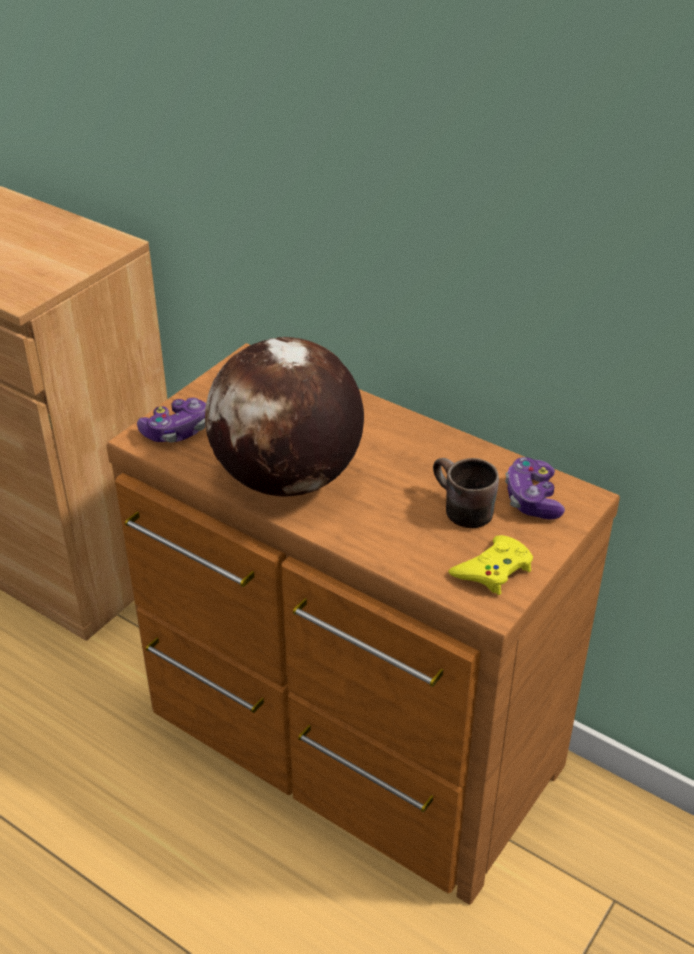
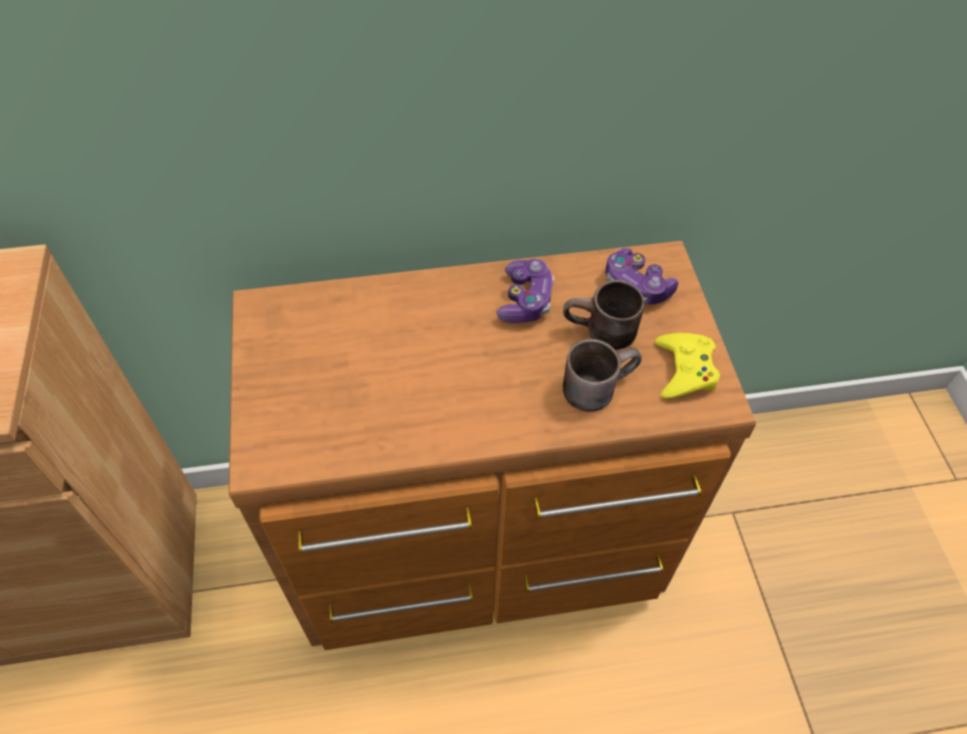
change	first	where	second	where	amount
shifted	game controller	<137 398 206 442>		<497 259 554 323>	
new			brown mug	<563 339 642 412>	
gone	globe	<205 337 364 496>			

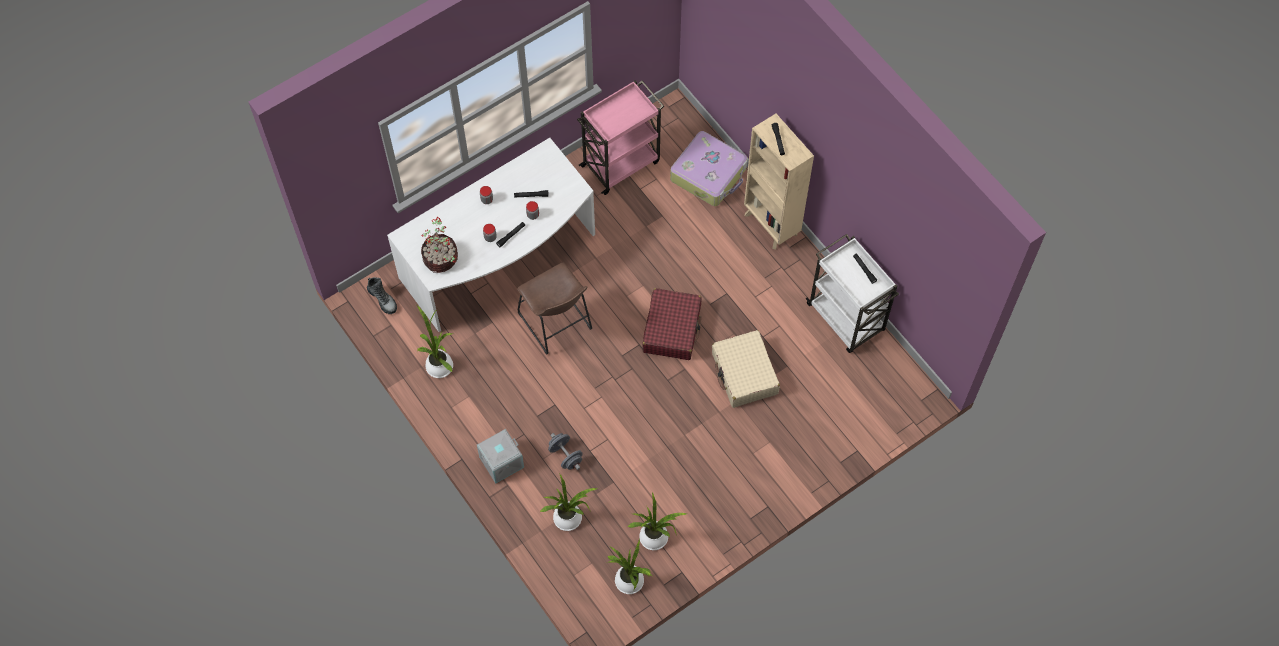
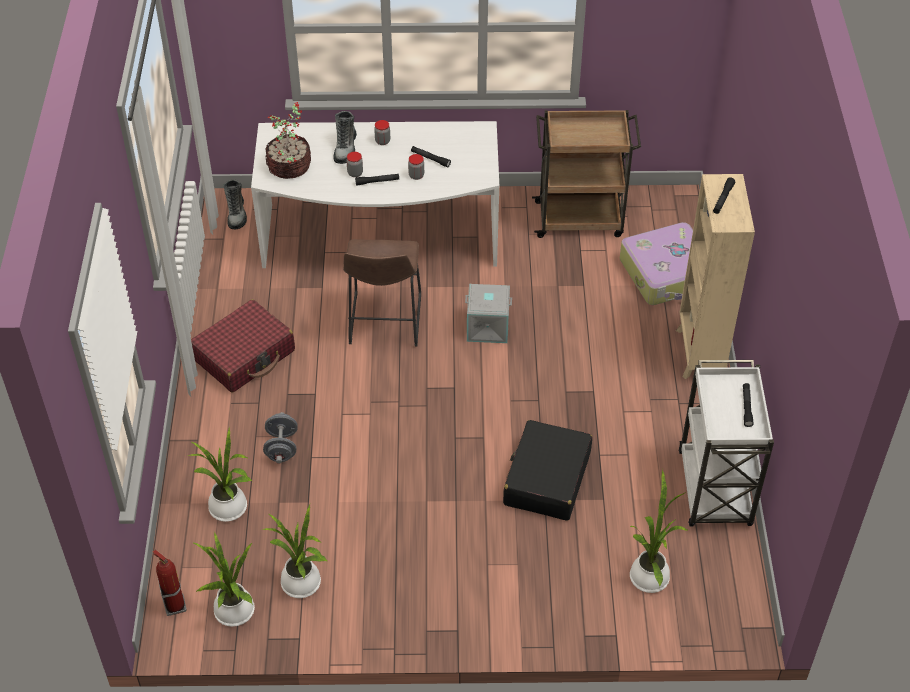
change	first	where	second	where	amount
new			fire extinguisher	<153 549 187 616>	
shifted	red suitcase	<642 288 702 360>		<191 299 295 392>	
new			boot	<334 111 357 164>	
shifted	grey storage box	<477 429 524 484>		<465 284 512 343>	
repainted	beige suitcase	<712 330 780 408>	black suitcase	<503 420 592 521>	
repainted	pink cart	<577 80 664 195>	brown cart	<532 110 641 238>	
shifted	potted plant	<417 305 453 378>		<630 469 689 593>	

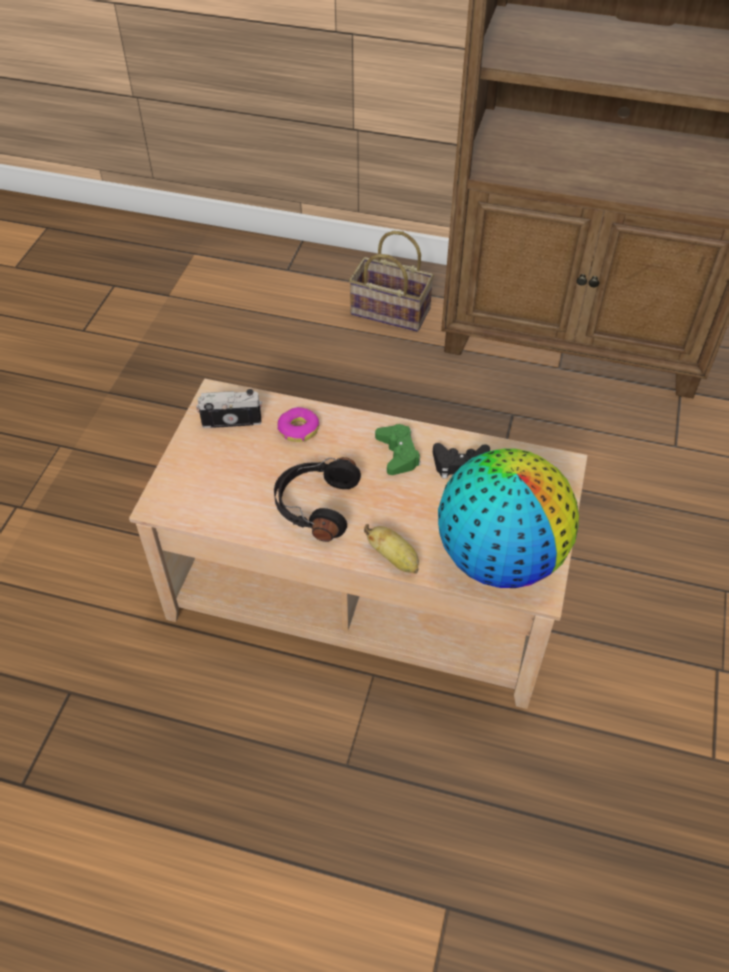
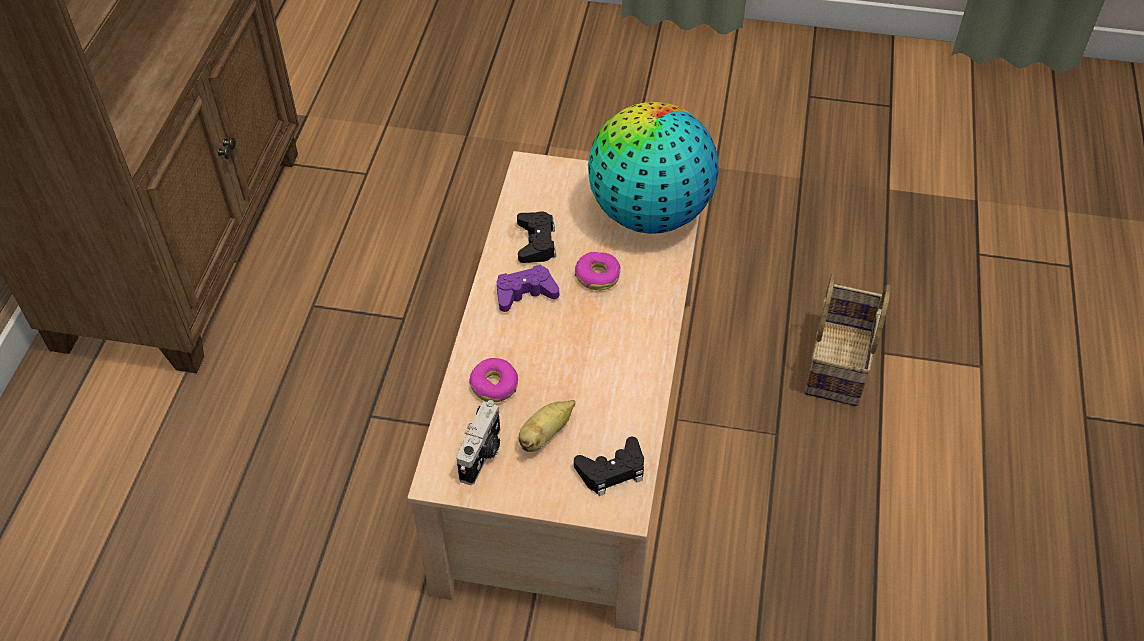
change	first	where	second	where	amount
rotated	photo camera	<196 389 262 428>		<456 400 500 485>	150 degrees counterclockwise
repainted	green game controller	<375 424 421 475>	purple game controller	<497 264 559 312>	
shifted	banana	<364 524 419 574>		<519 400 575 452>	
new			black game controller	<574 437 644 496>	
new			donut	<575 252 621 290>	
shifted	basket	<349 231 434 332>		<805 273 891 406>	
gone	black headphones	<274 457 361 542>			

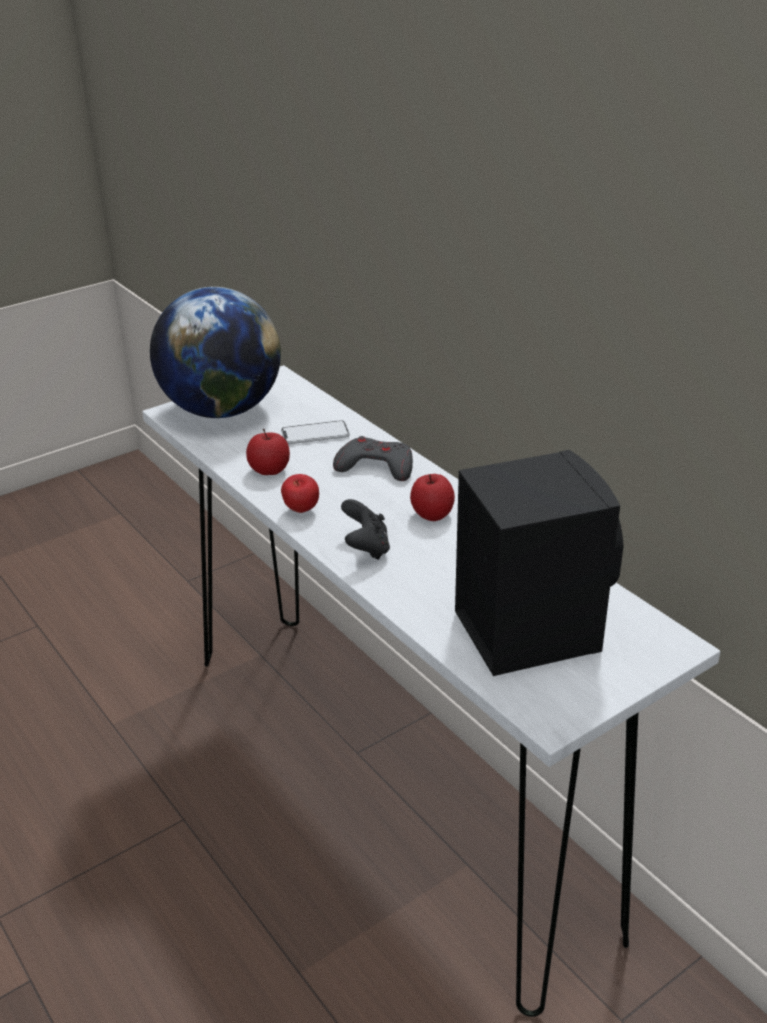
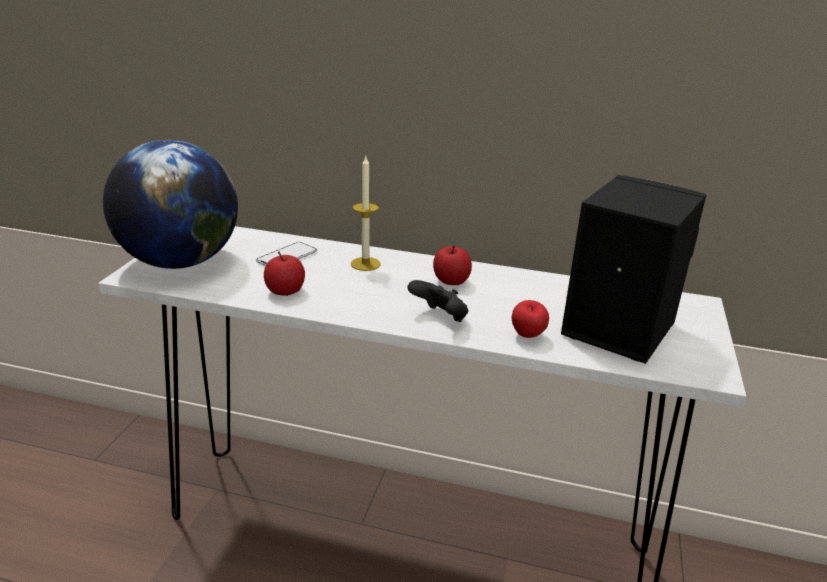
change	first	where	second	where	amount
swapped	grey game controller	<333 436 413 481>	candle	<351 156 381 271>	
shifted	apple	<281 474 319 513>		<512 300 549 338>	

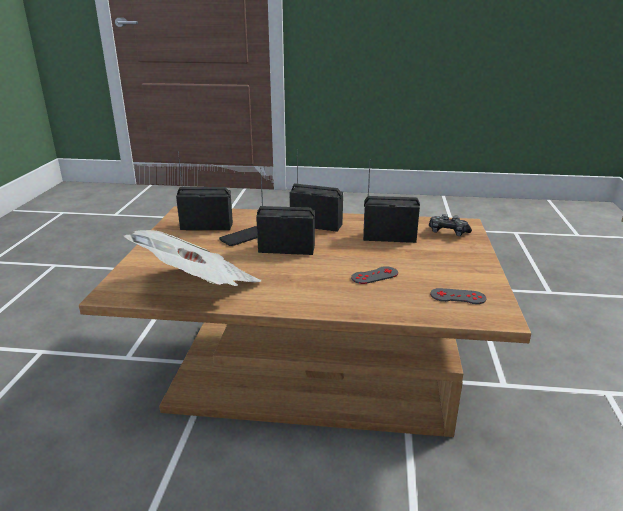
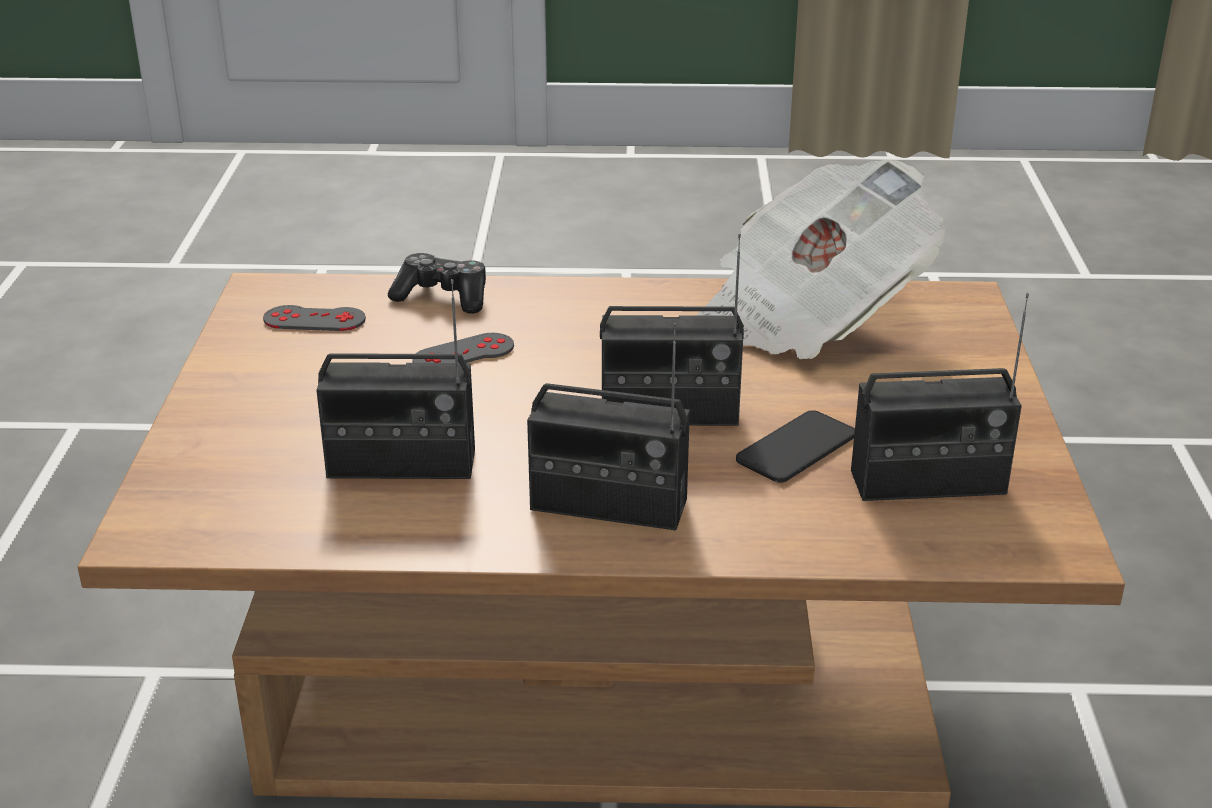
change	first	where	second	where	amount
shifted	game controller	<429 214 472 236>		<388 253 486 314>	

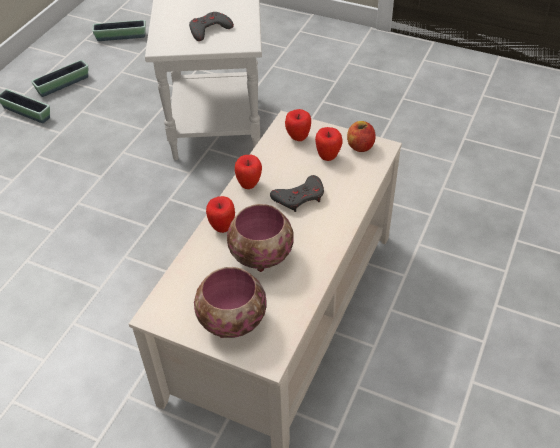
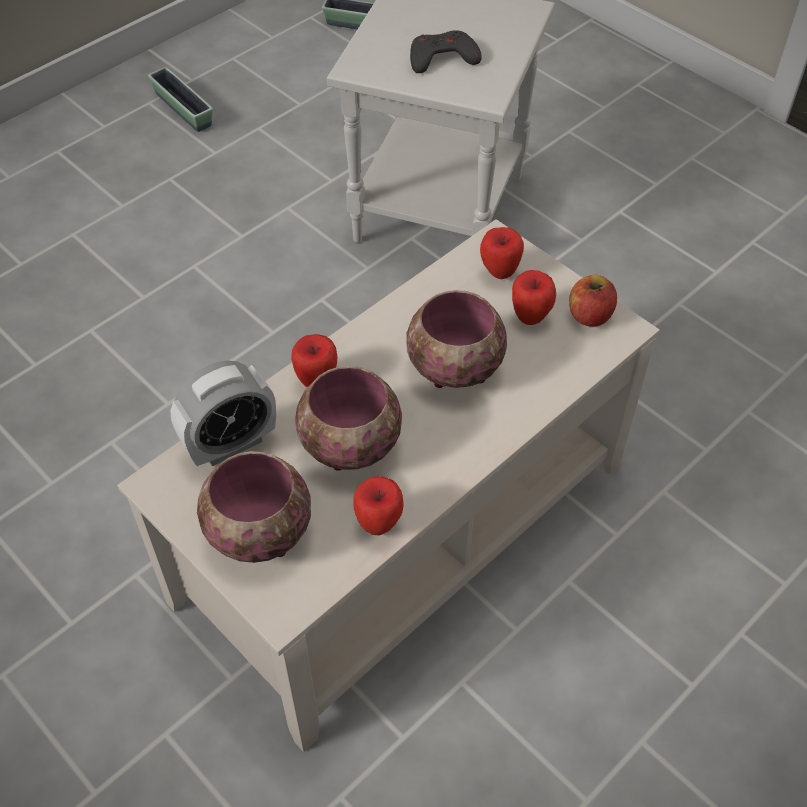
change	first	where	second	where	amount
new			alarm clock	<170 361 276 466>	
shifted	apple	<235 155 262 189>		<353 476 403 535>	
swapped	grey game controller	<270 175 324 212>	bowl	<406 290 507 388>	
gone	planter	<31 60 88 97>			

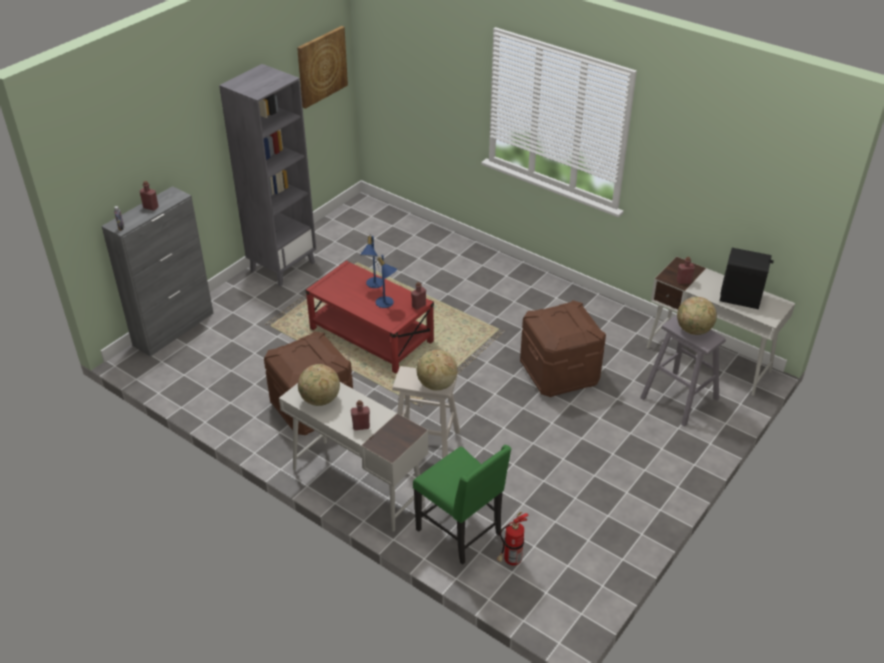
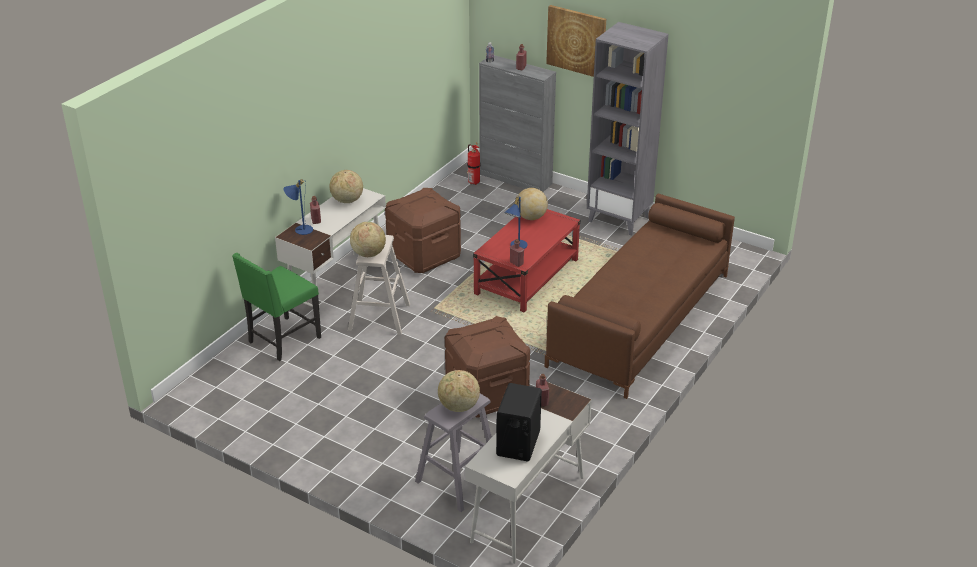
change	first	where	second	where	amount
shifted	blue table lamp	<360 234 383 288>		<284 179 313 235>	
shifted	fire extinguisher	<497 512 528 565>		<467 142 481 185>	
new			globe	<518 188 548 220>	
new			brown sofa	<545 194 735 399>	
shifted	picture	<297 26 348 109>		<546 5 606 77>	

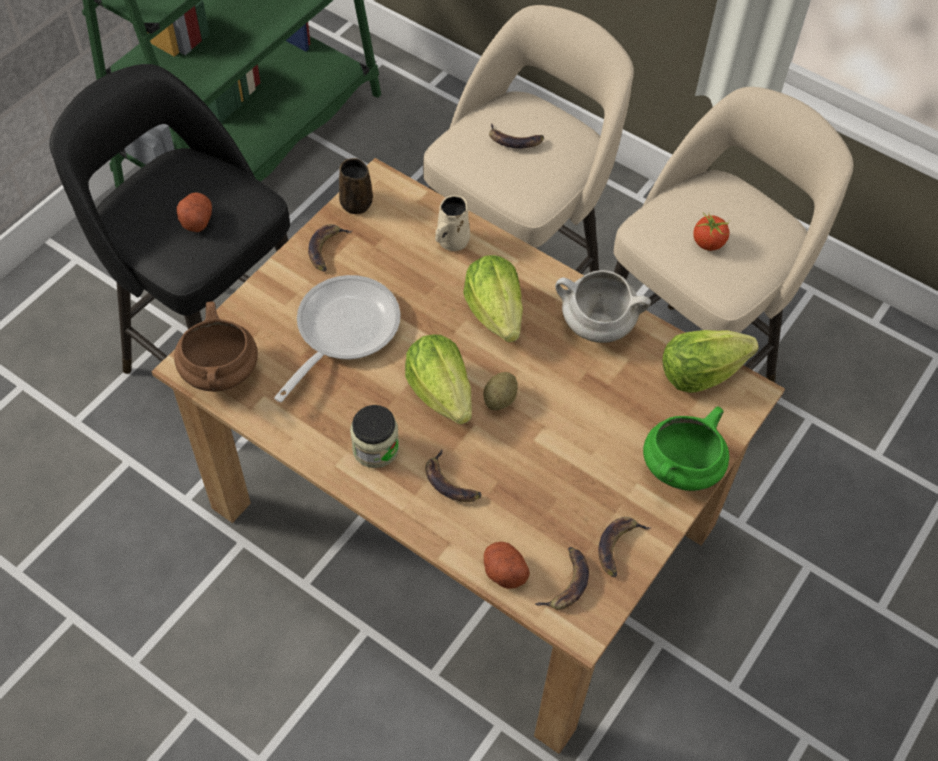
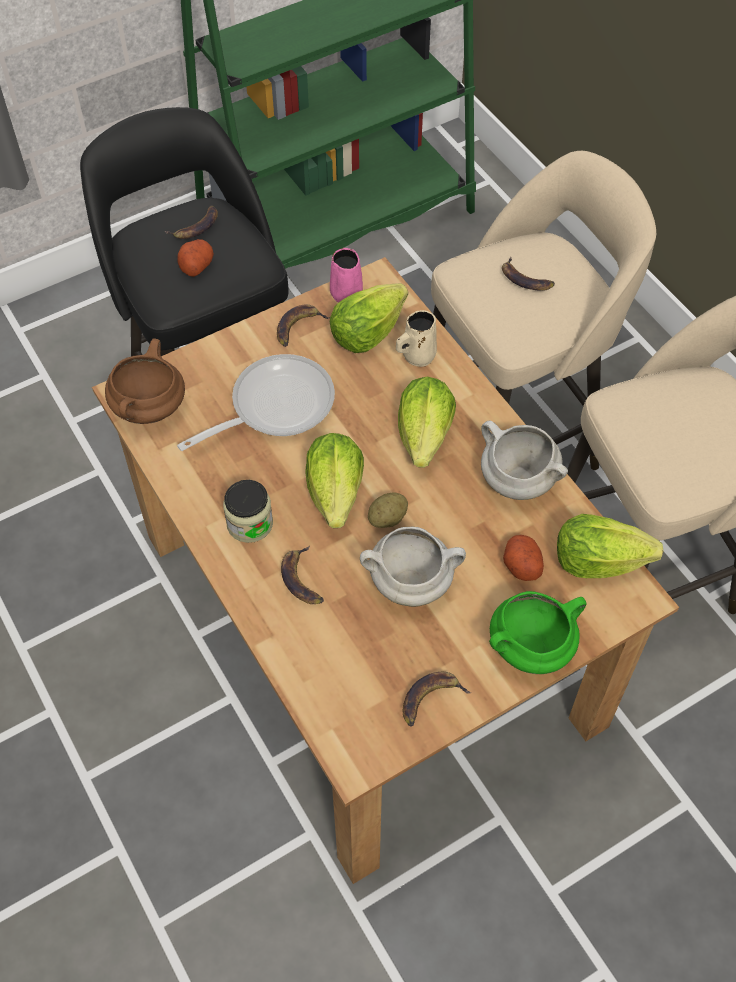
change	first	where	second	where	amount
shifted	banana	<535 547 589 609>		<165 205 218 239>	
repainted	brown mug	<339 158 373 214>	pink mug	<330 248 363 303>	
new			lettuce	<330 284 408 353>	
new			white cooking pot	<360 527 466 607>	
shifted	potato	<484 542 530 589>		<503 535 544 581>	
gone	tomato	<693 212 730 251>			

